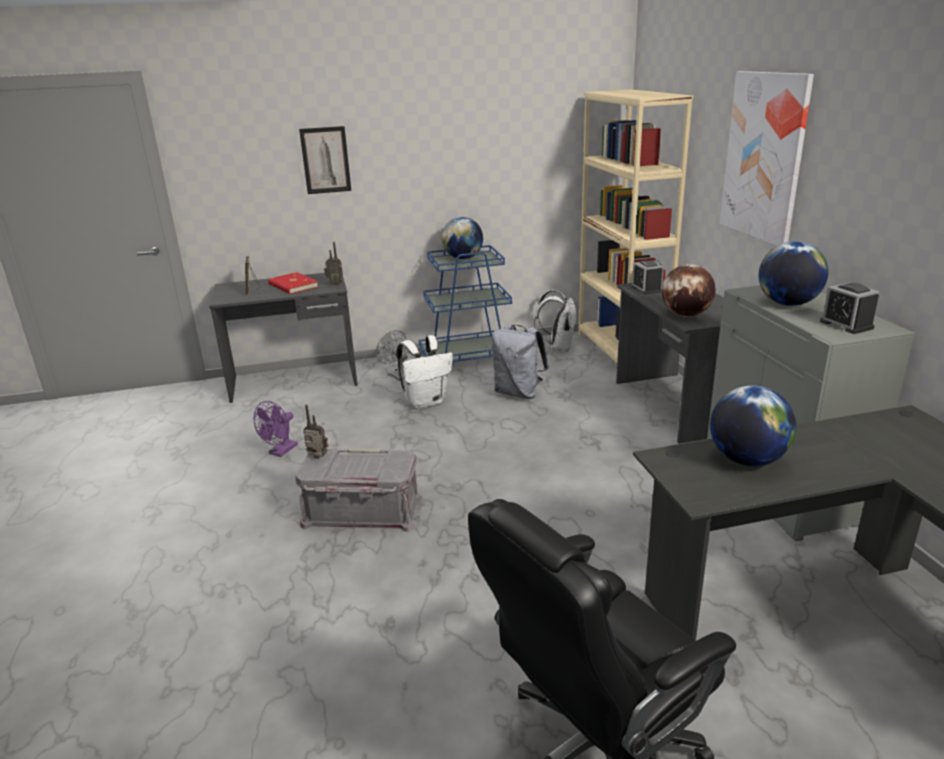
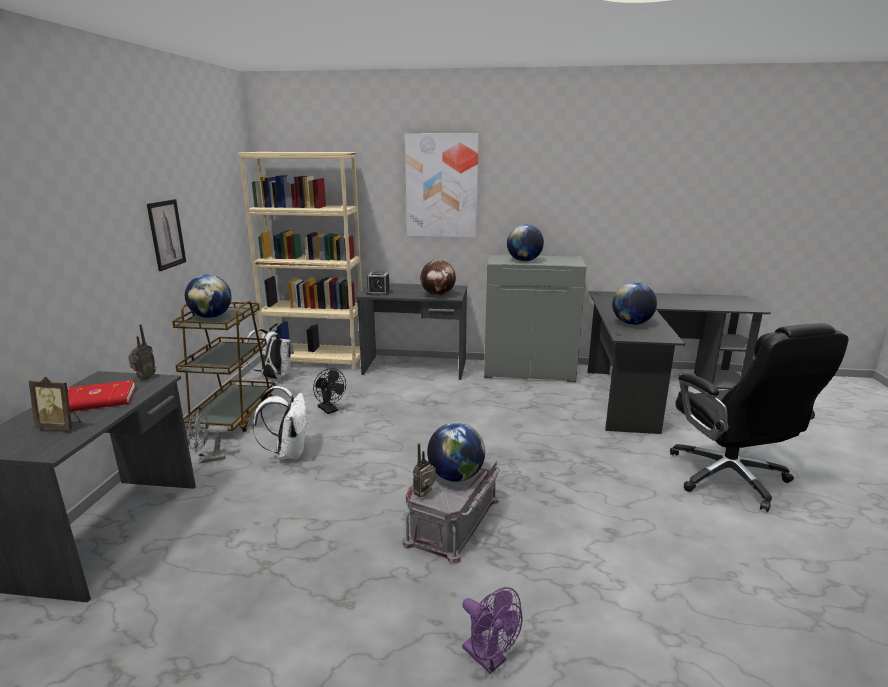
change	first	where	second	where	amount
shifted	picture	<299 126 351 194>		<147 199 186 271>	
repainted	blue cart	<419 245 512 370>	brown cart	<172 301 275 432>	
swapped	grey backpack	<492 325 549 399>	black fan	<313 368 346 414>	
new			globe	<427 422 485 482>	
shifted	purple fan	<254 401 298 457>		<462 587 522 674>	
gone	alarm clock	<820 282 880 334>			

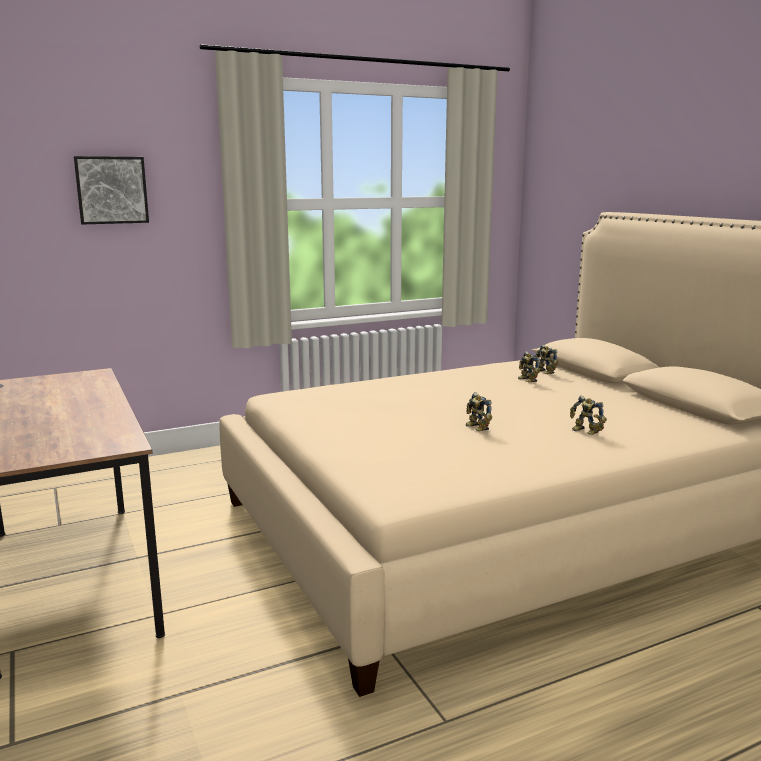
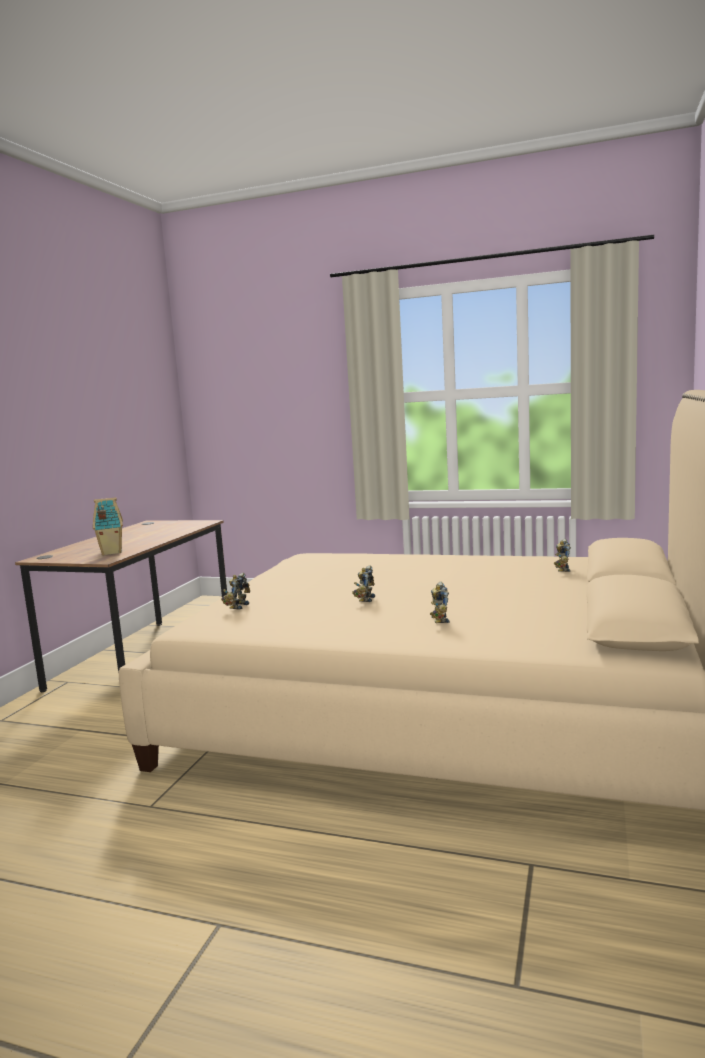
change	first	where	second	where	amount
new			toy house	<93 497 123 555>	
shifted	toy robot	<518 351 540 382>		<221 573 250 610>	
gone	picture	<74 156 149 224>			

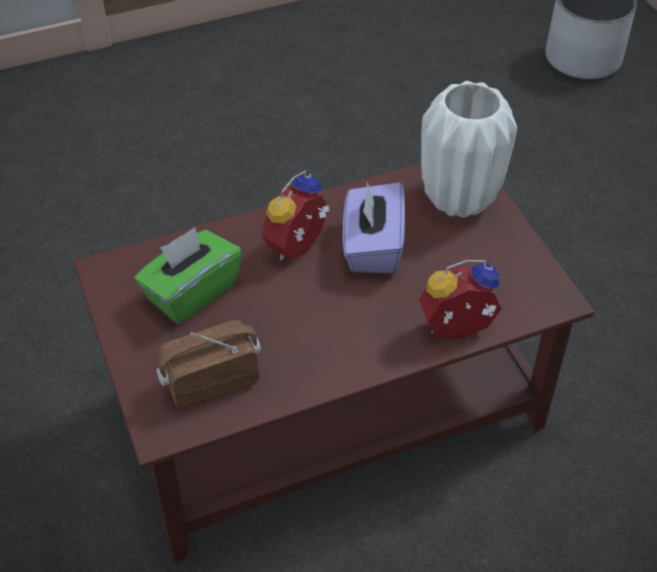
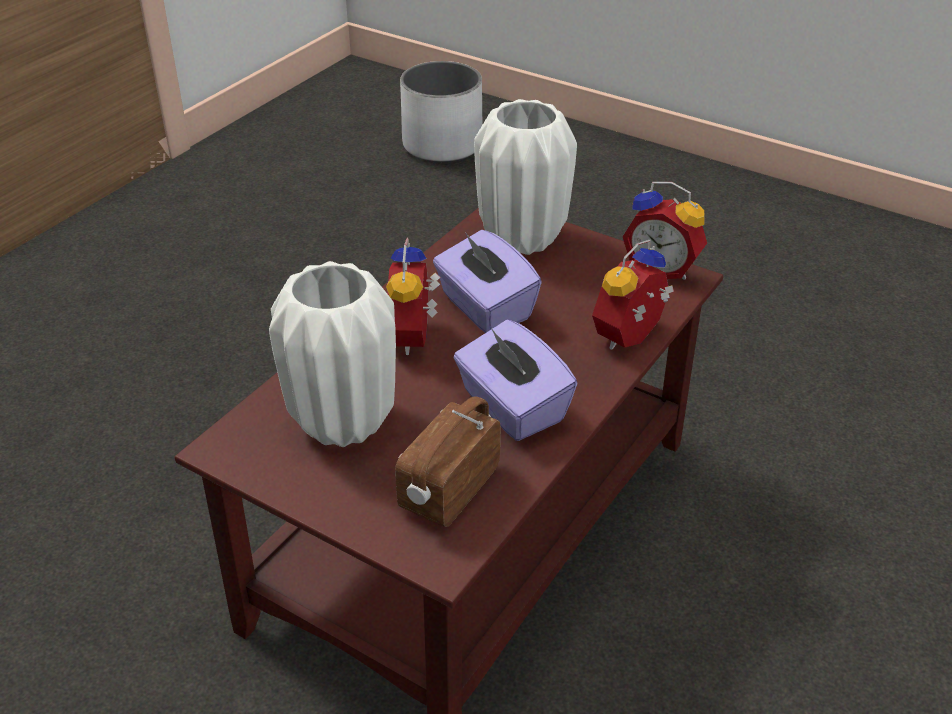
change	first	where	second	where	amount
swapped	green tissue box	<134 227 242 324>	white vase	<269 261 396 447>	
new			purple tissue box	<453 320 578 441>	
new			alarm clock	<622 182 707 280>	

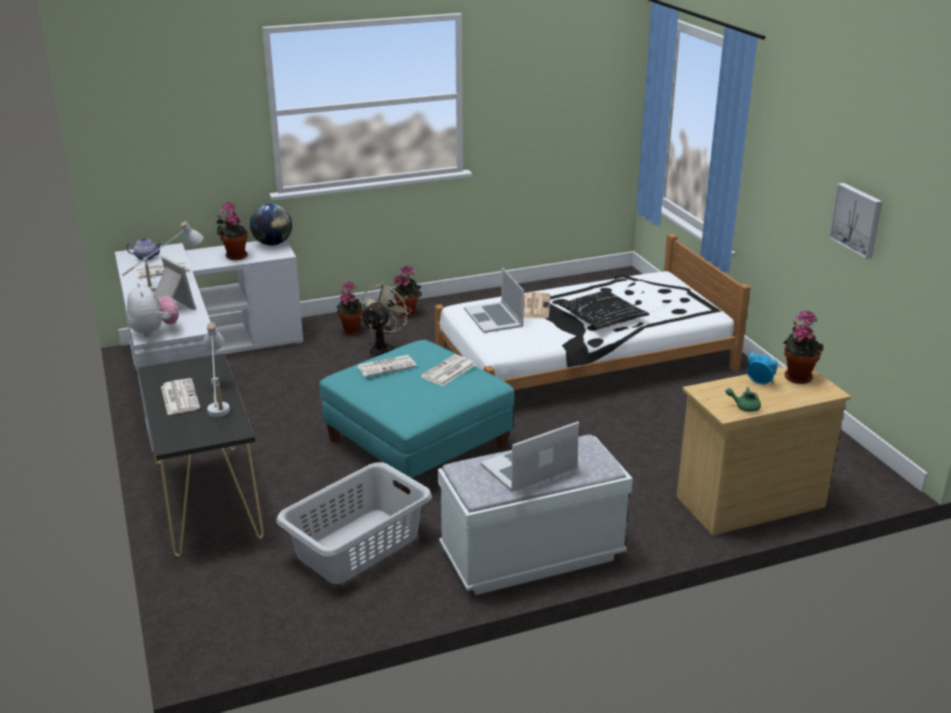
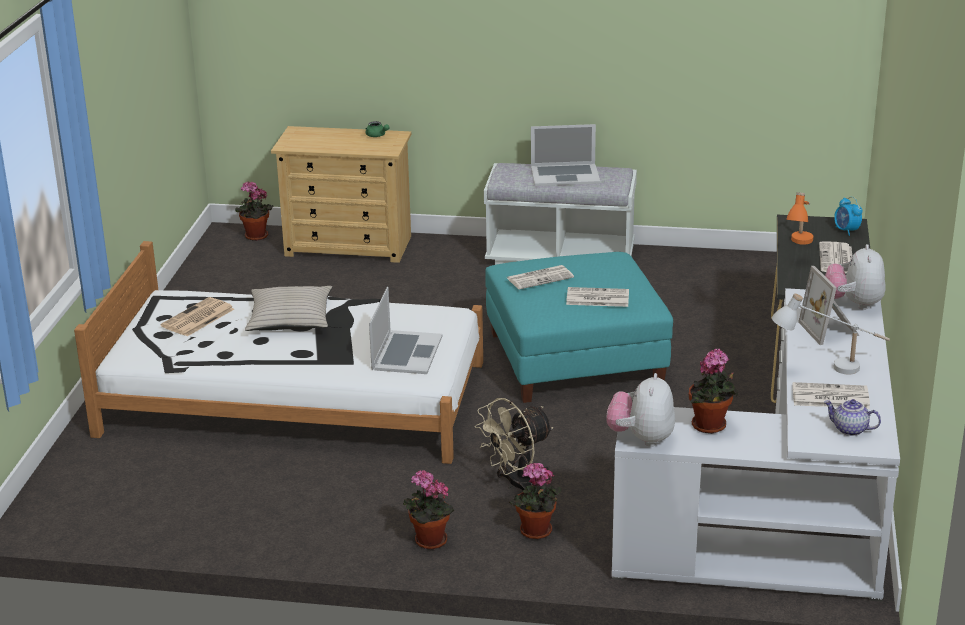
change	first	where	second	where	amount
shifted	newspaper	<524 292 551 318>		<161 297 234 336>	
shifted	potted plant	<783 310 823 384>		<235 181 273 241>	
repainted	black pillow	<558 290 650 330>	beige pillow	<245 286 332 331>	
swapped	globe	<250 204 292 246>	plush toy	<607 373 675 447>	
repainted	white table lamp	<203 323 230 417>	orange table lamp	<786 192 813 245>	
shifted	alarm clock	<747 352 778 384>		<834 197 863 236>	
gone	grey laundry basket	<276 462 432 584>			
gone	picture	<829 183 883 259>			

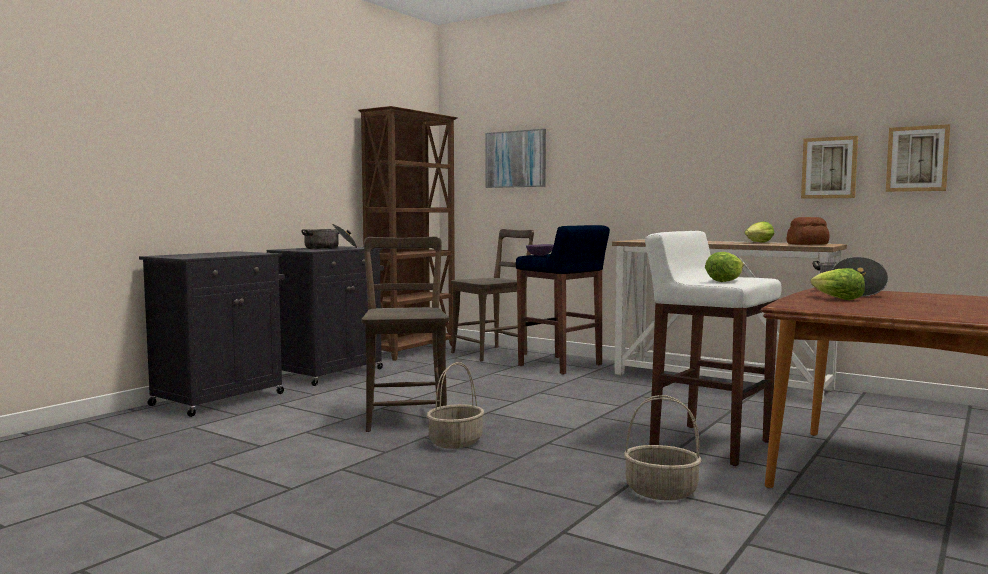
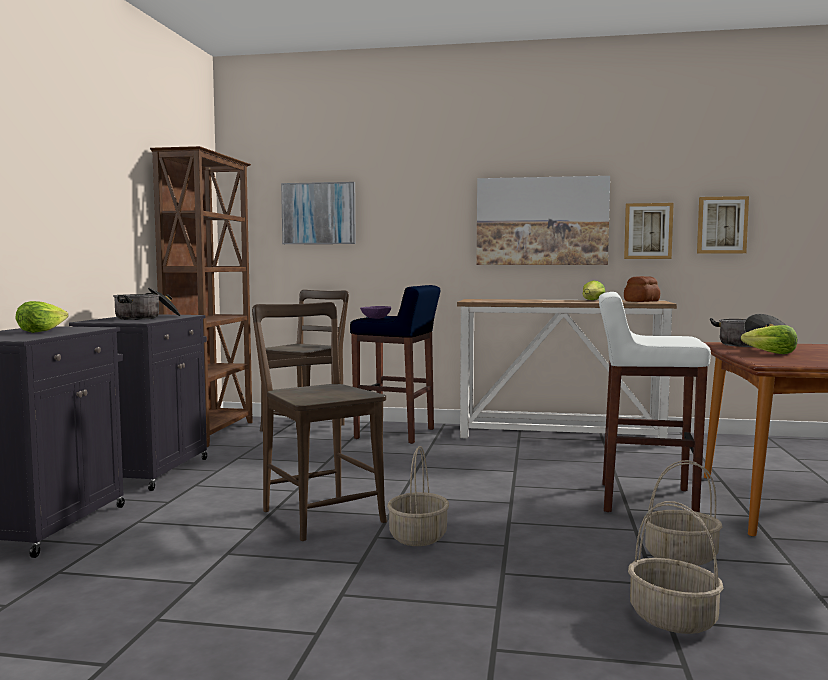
change	first	where	second	where	amount
shifted	lettuce	<705 252 744 282>		<15 301 68 333>	
new			picture	<476 176 610 265>	
new			basket	<628 501 724 634>	

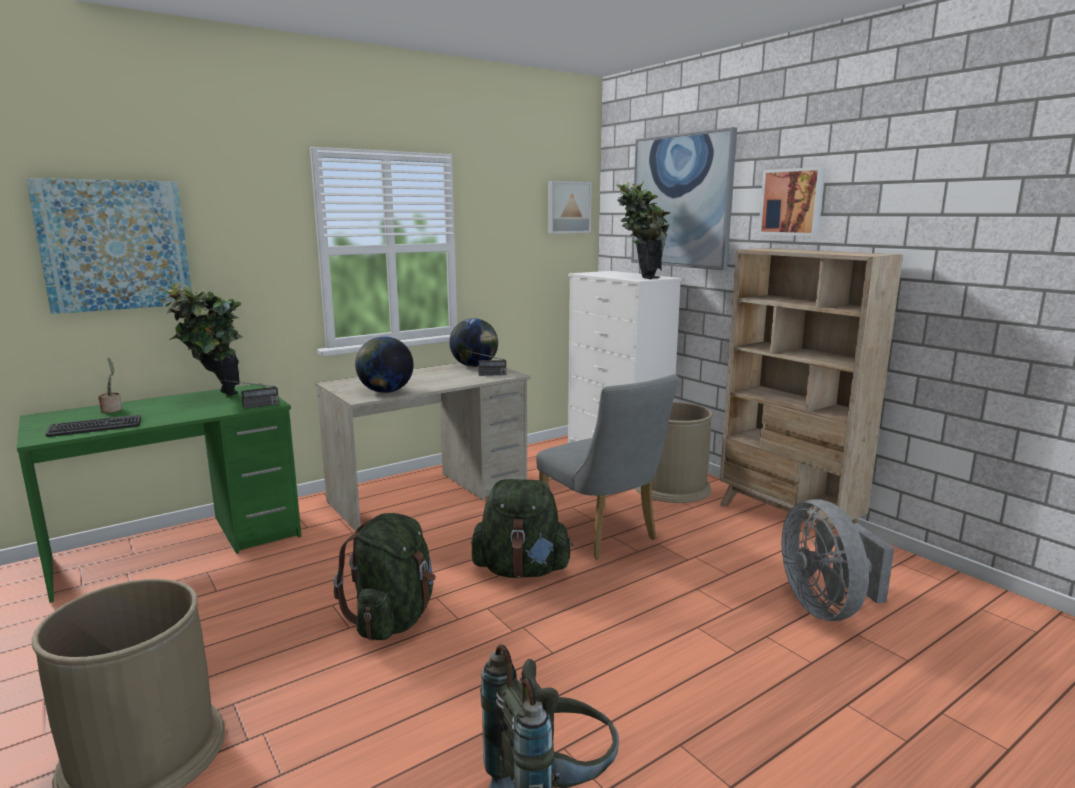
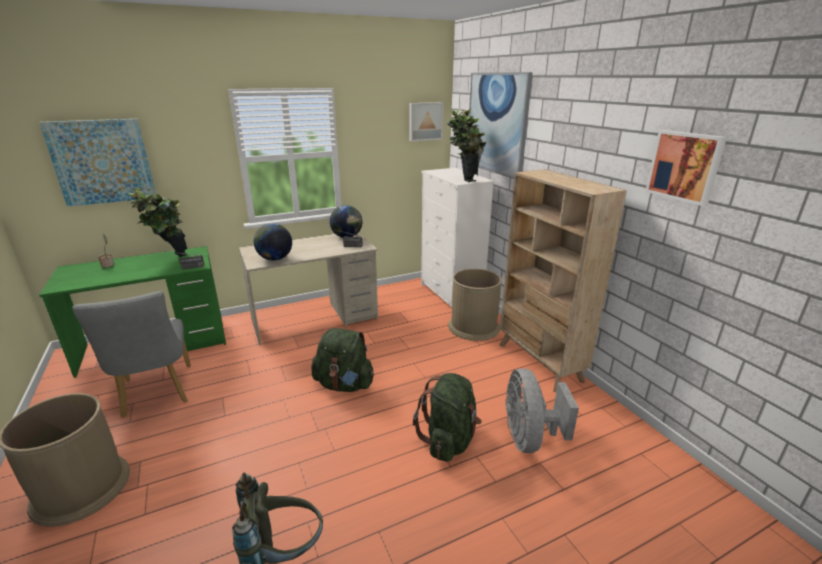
change	first	where	second	where	amount
shifted	grey chair	<536 374 679 559>		<72 291 191 418>	
shifted	green backpack	<334 513 436 640>		<413 373 482 461>	
shifted	picture	<758 167 826 236>		<645 130 727 206>	
gone	keyboard	<46 415 141 437>			

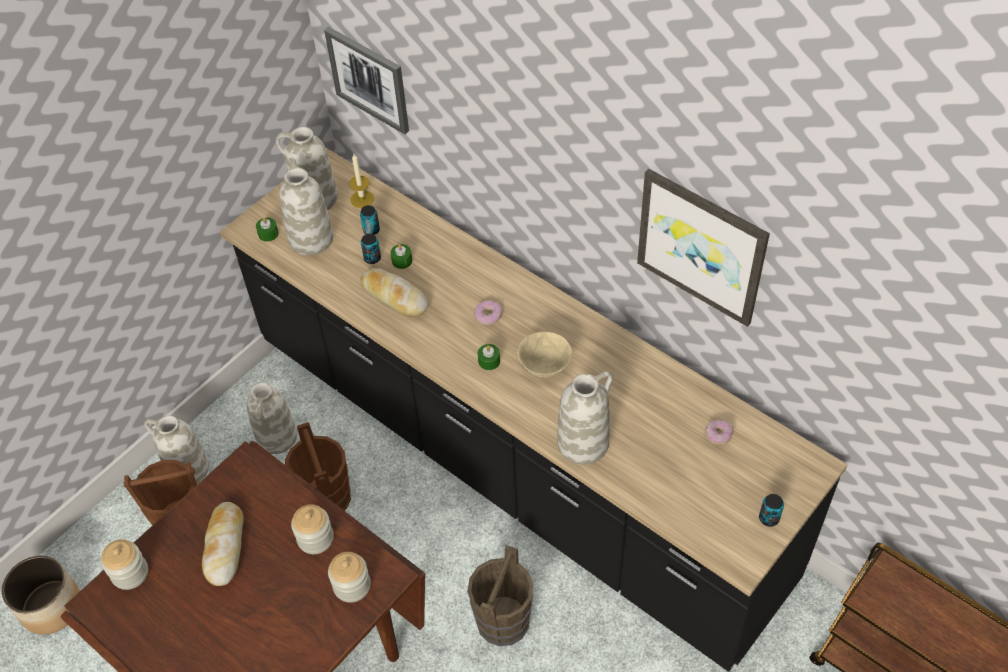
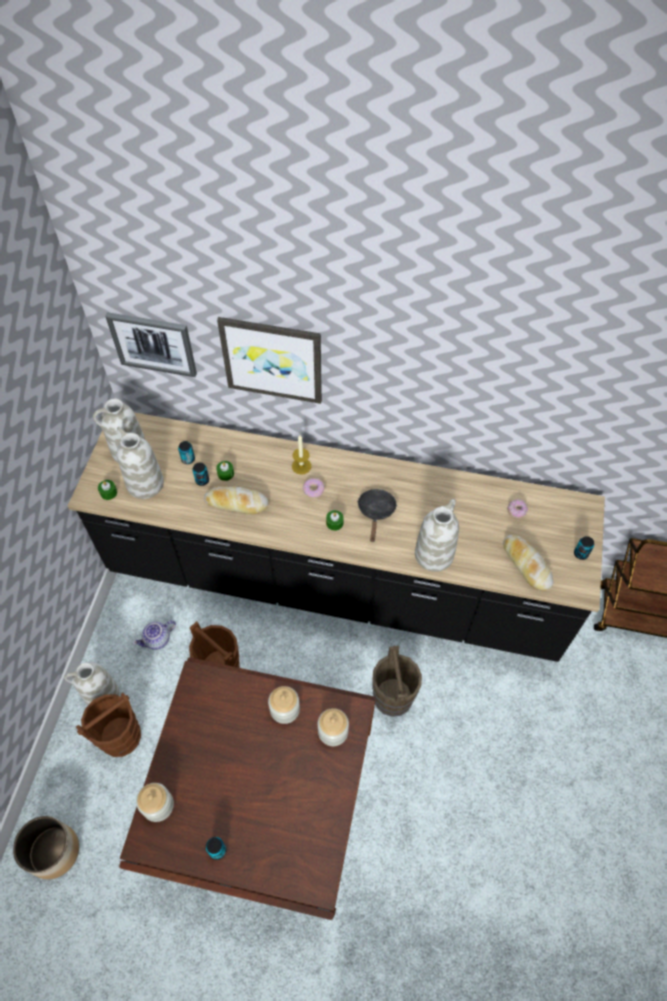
change	first	where	second	where	amount
swapped	white vase	<247 383 297 454>	teapot	<133 621 176 650>	
new			can	<206 837 227 860>	
shifted	picture	<637 168 770 327>		<217 317 322 404>	
shifted	candle	<349 154 374 208>		<292 435 311 475>	
swapped	beige bowl	<518 332 572 378>	black frying pan	<357 489 397 542>	
shifted	bread	<202 502 244 586>		<503 535 553 591>	

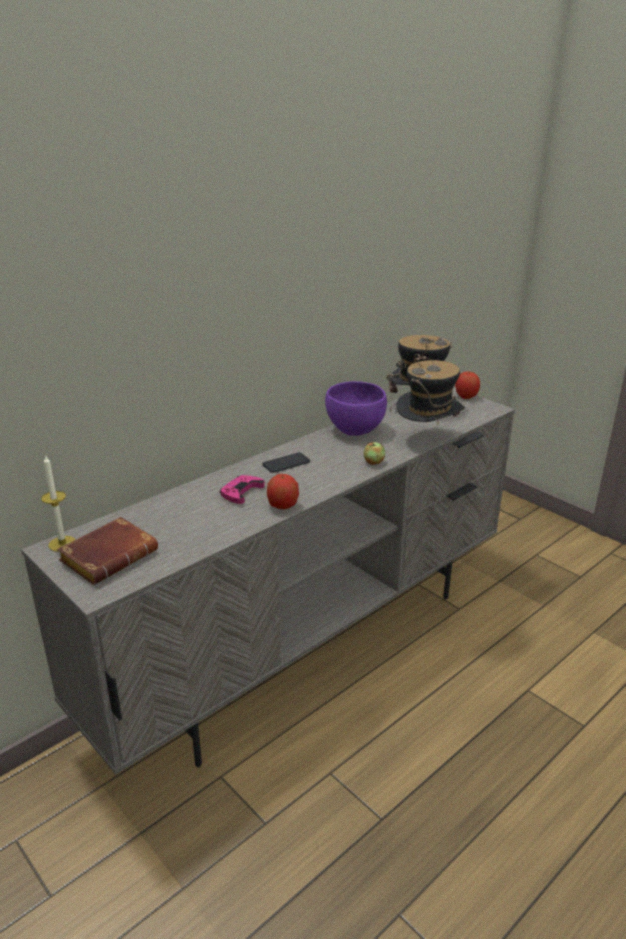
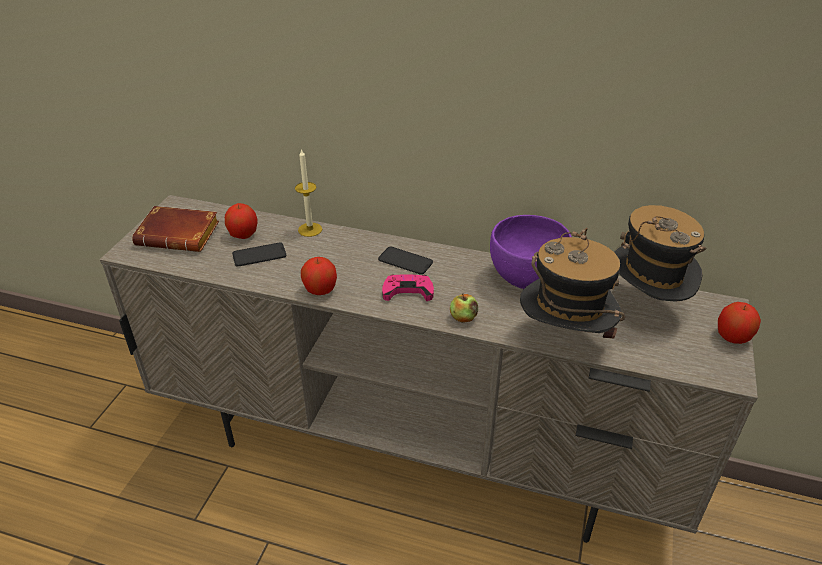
change	first	where	second	where	amount
new			apple	<225 203 258 239>	
new			phone	<232 242 286 267>	
shifted	candle	<41 454 76 552>		<295 149 322 237>	
shifted	pink game controller	<220 475 265 504>		<382 274 434 301>	

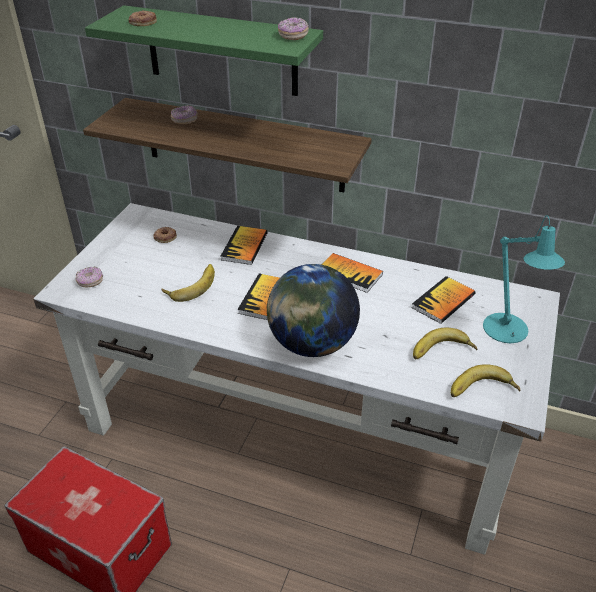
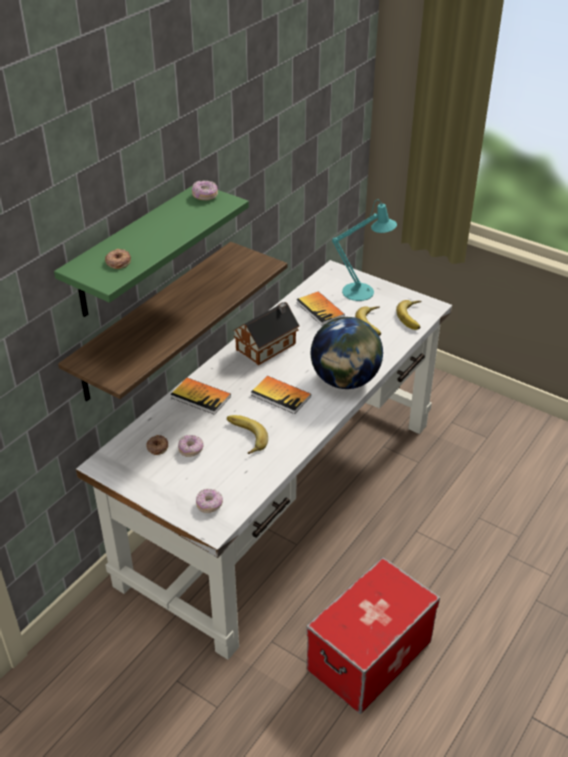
change	first	where	second	where	amount
shifted	donut	<171 105 198 124>		<178 435 203 457>	
swapped	book	<322 253 383 293>	toy house	<233 302 300 365>	

